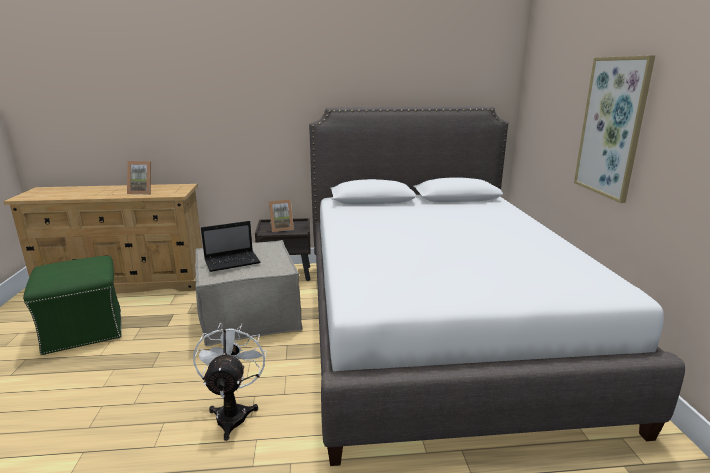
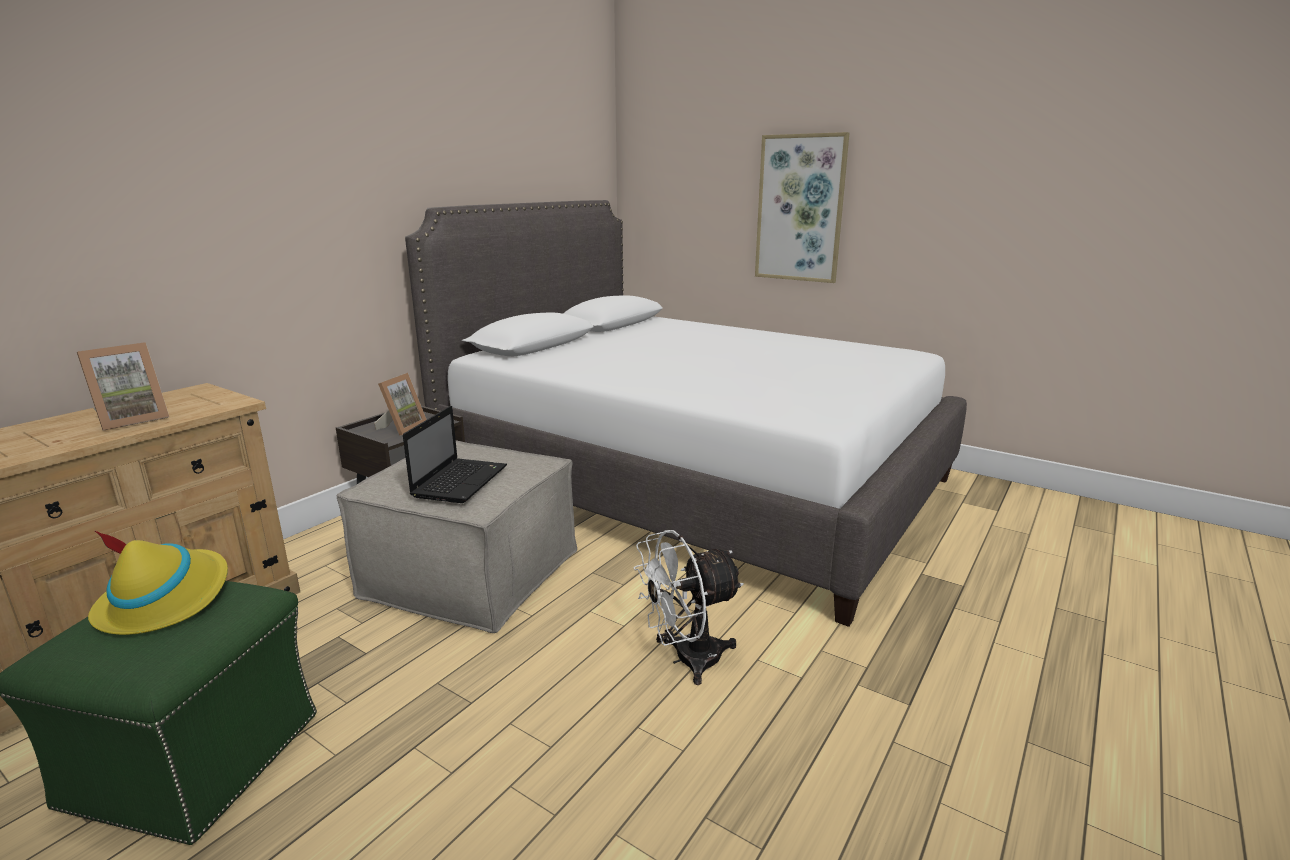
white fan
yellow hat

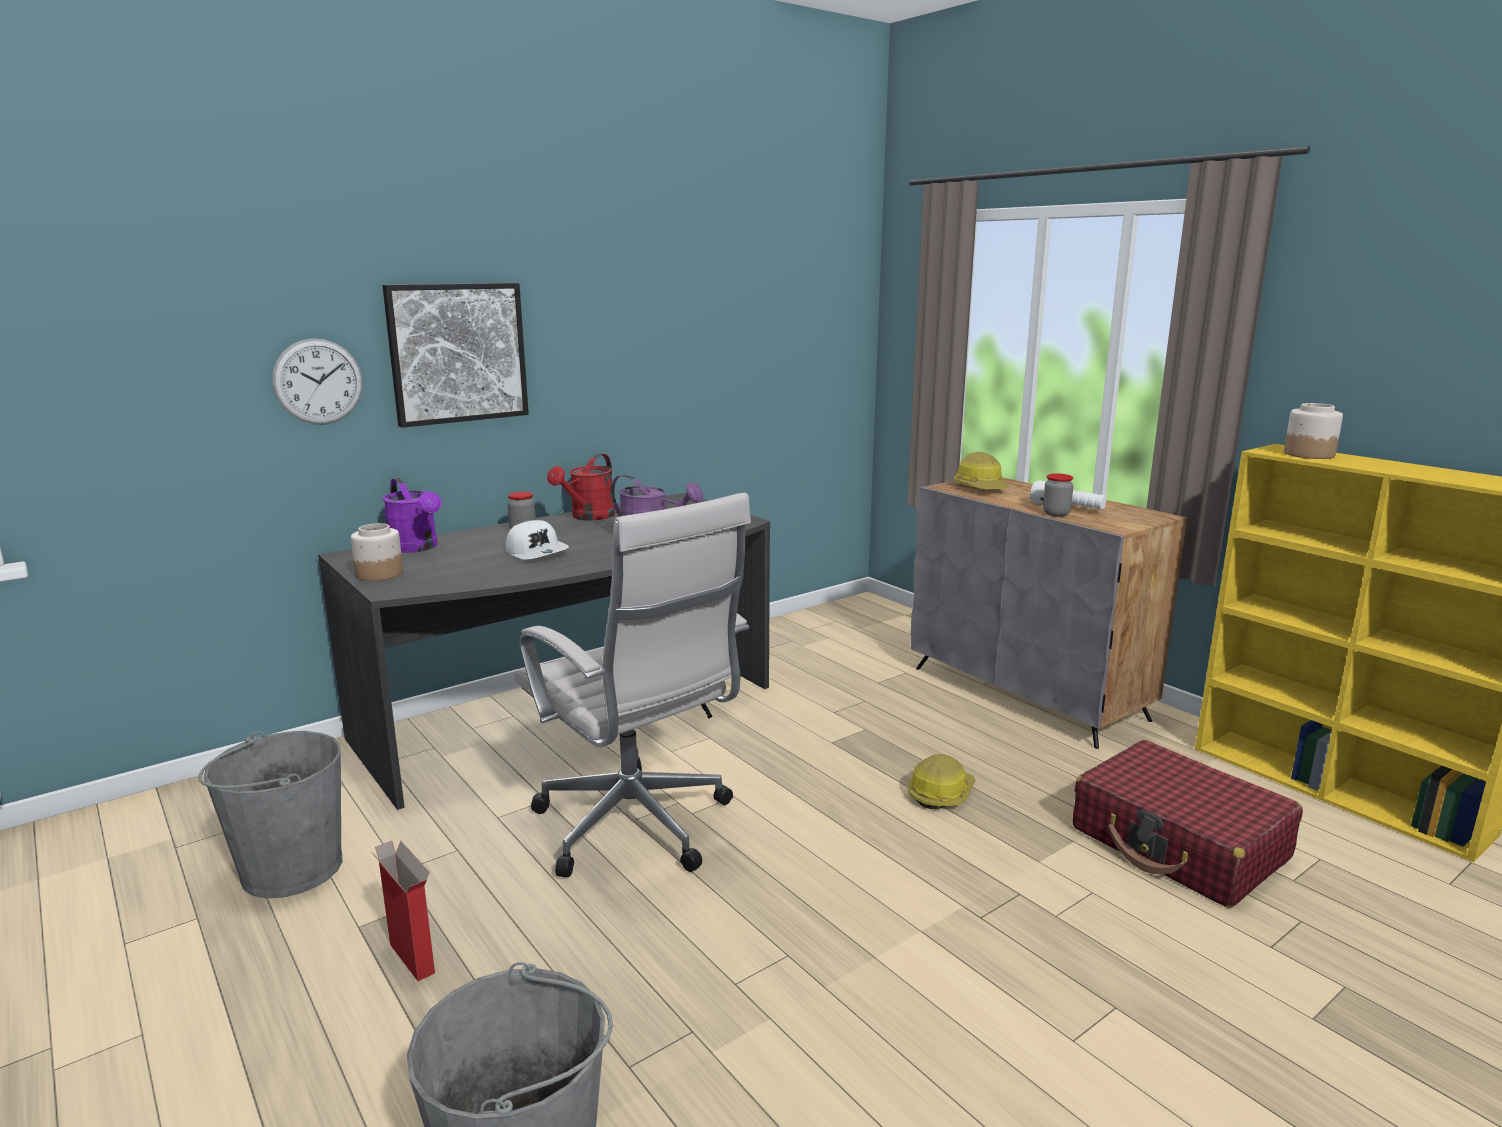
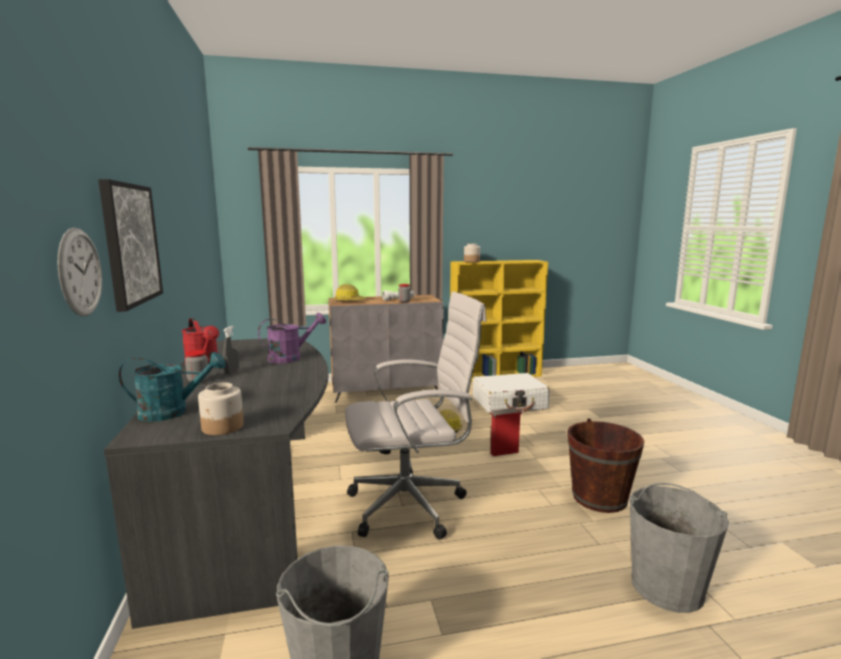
cardboard box
turquoise watering can
white cap
white suitcase
grey spray bottle
brown bucket

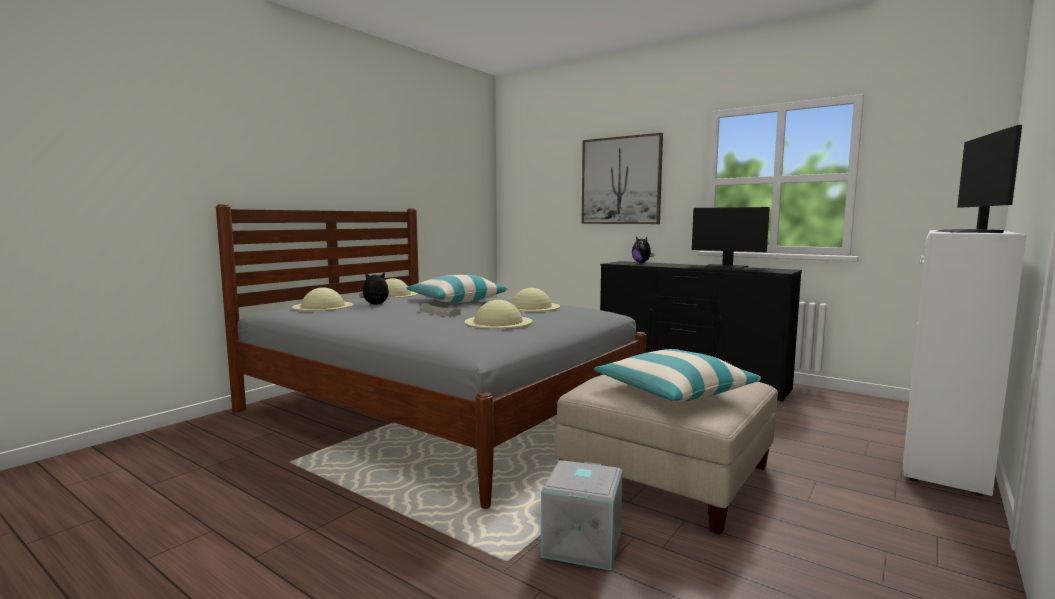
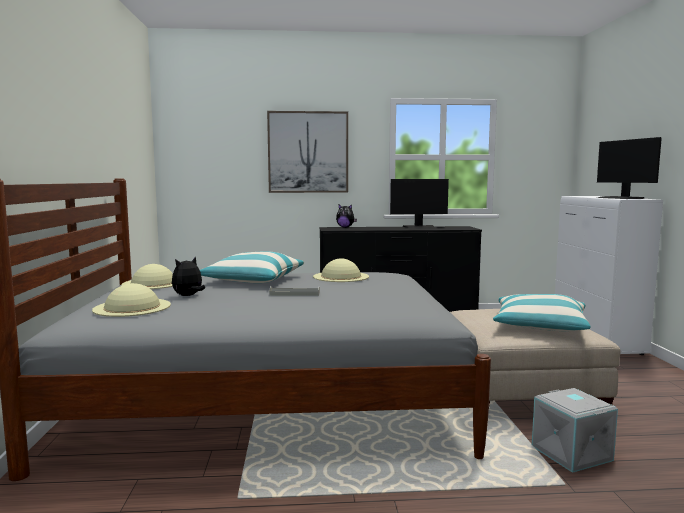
beige hat (3rd from left in the first image)

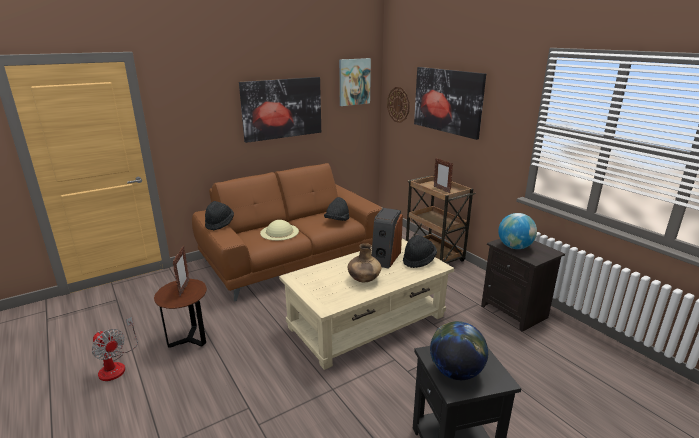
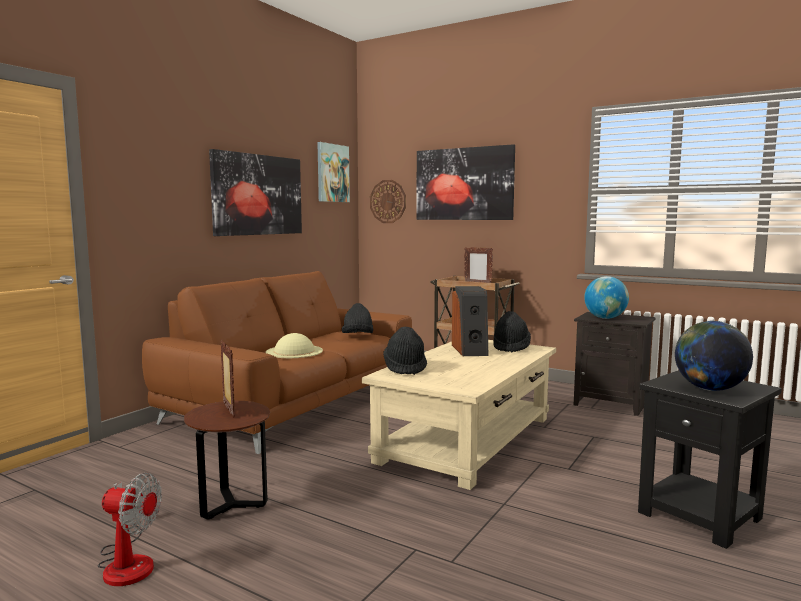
black hat (2nd from left)
brown vase

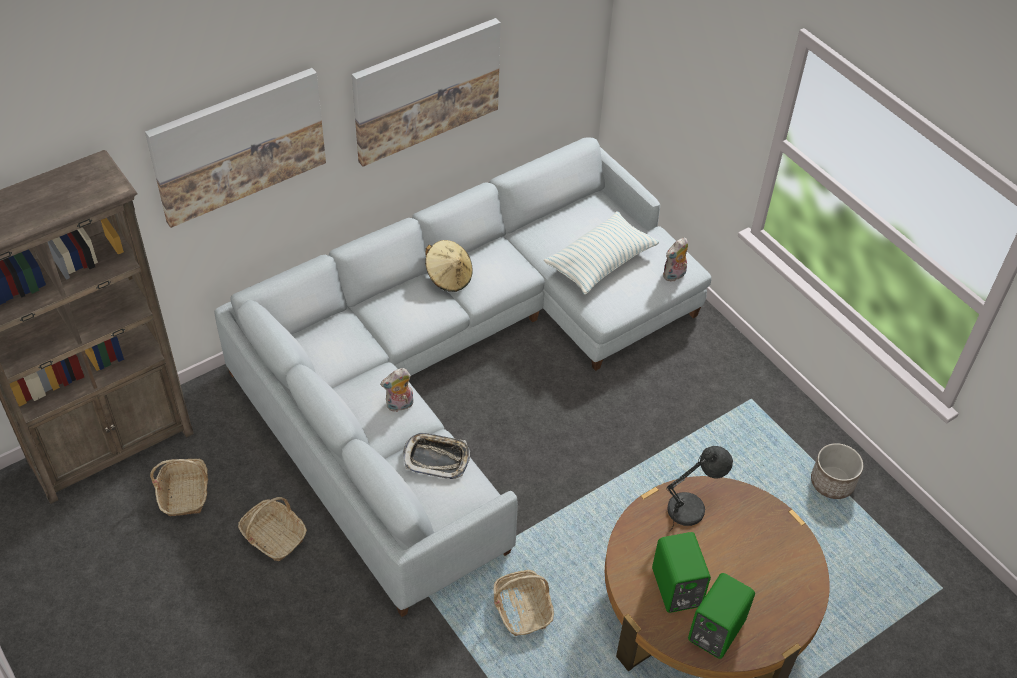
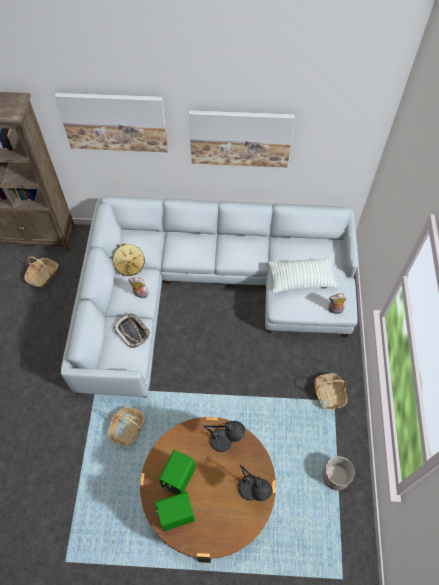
basket (3rd from left)
beige hat
grey table lamp (2nd from left)

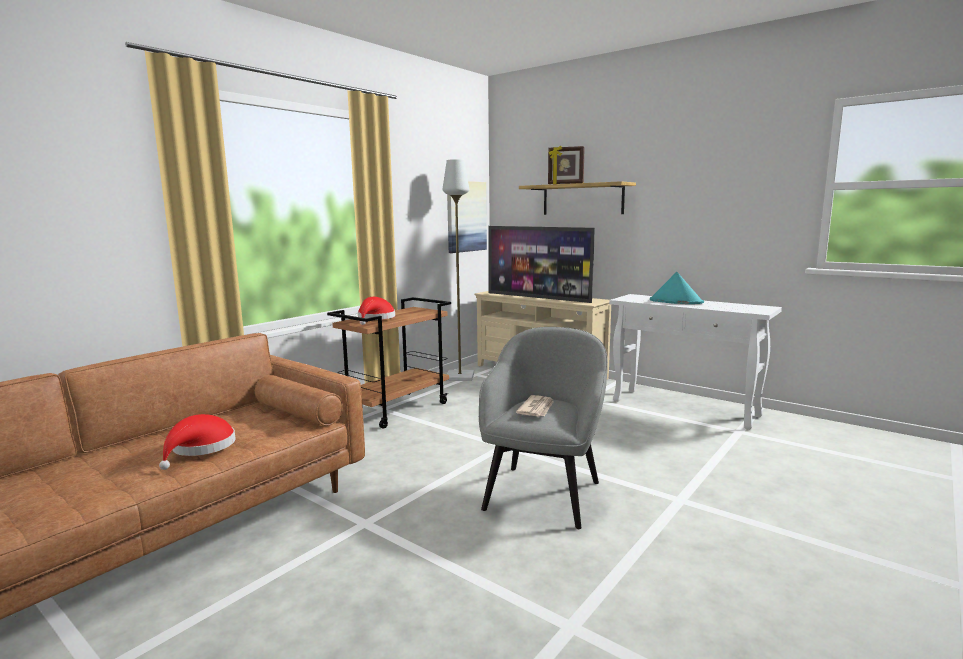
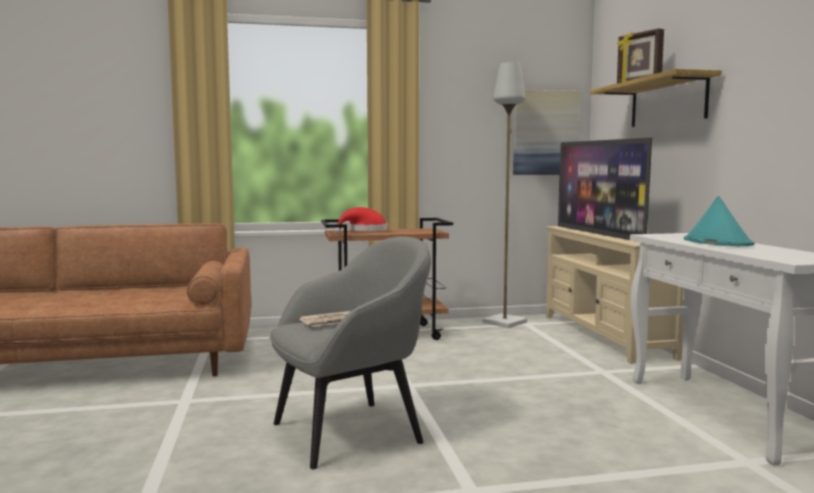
red hat (1st from left in the first image)

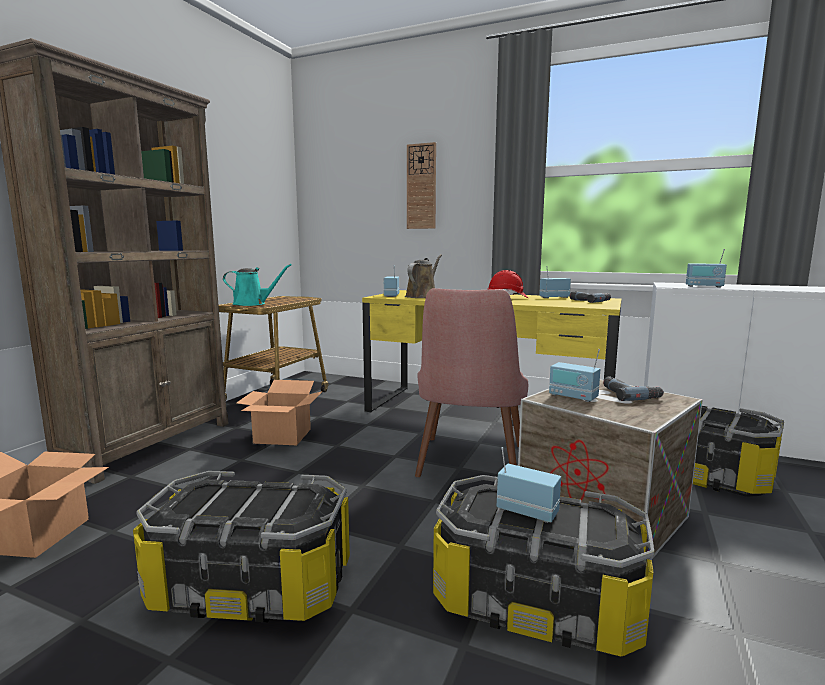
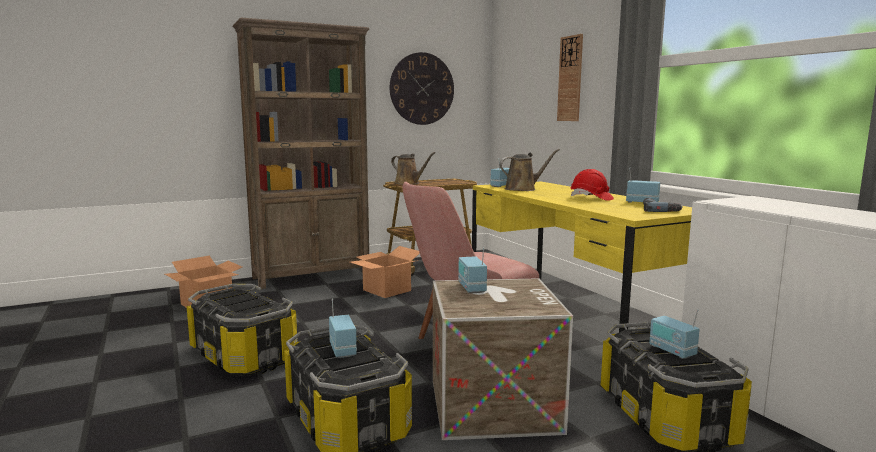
brown watering can (1st from left)
power drill (2nd from left in the first image)
radio (5th from left)
wall clock (1st from left)

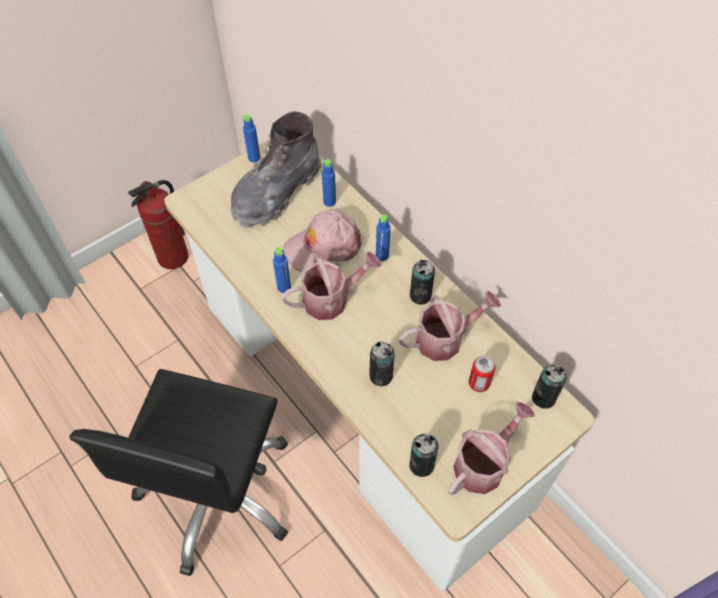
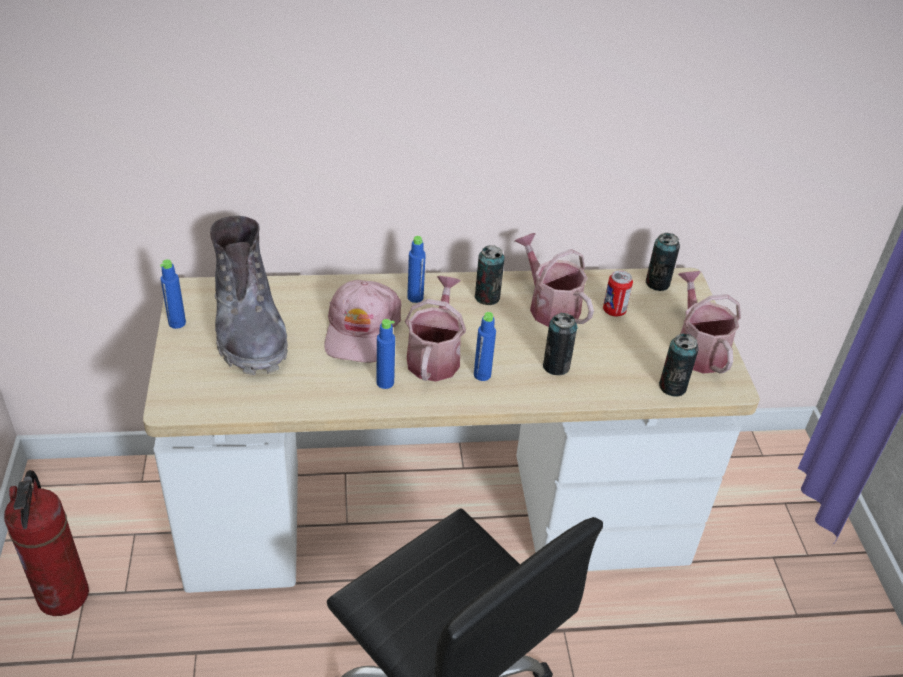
blue bottle (4th from left)
watering can (2nd from left)

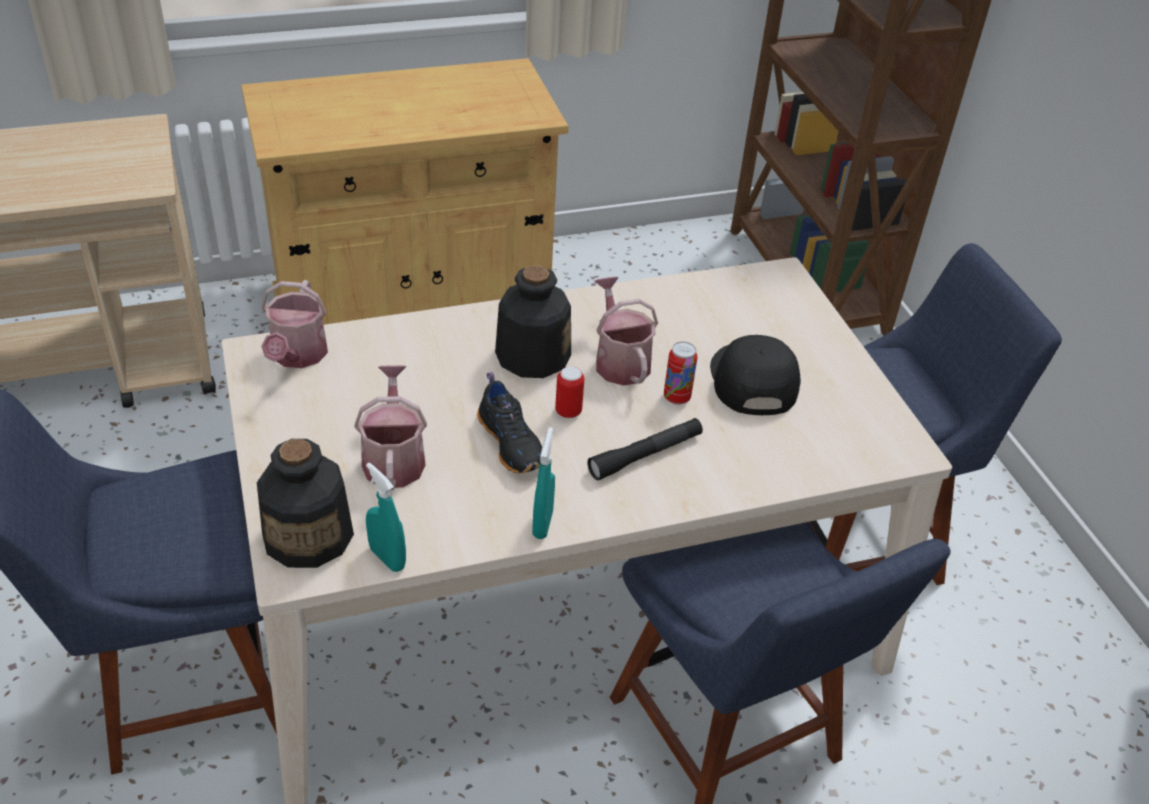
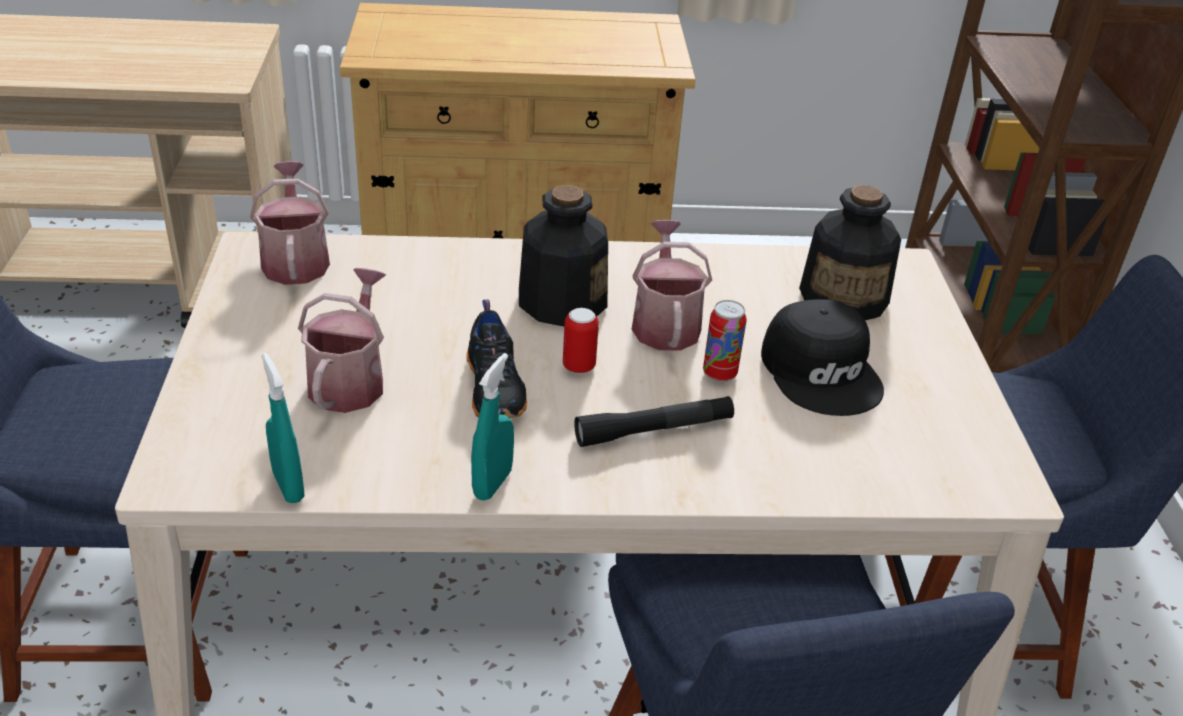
bottle (2nd from left)
watering can (1st from left)
black cap

